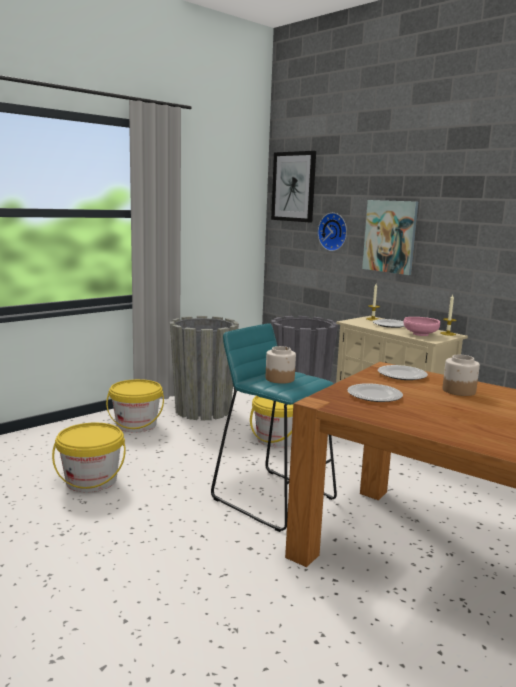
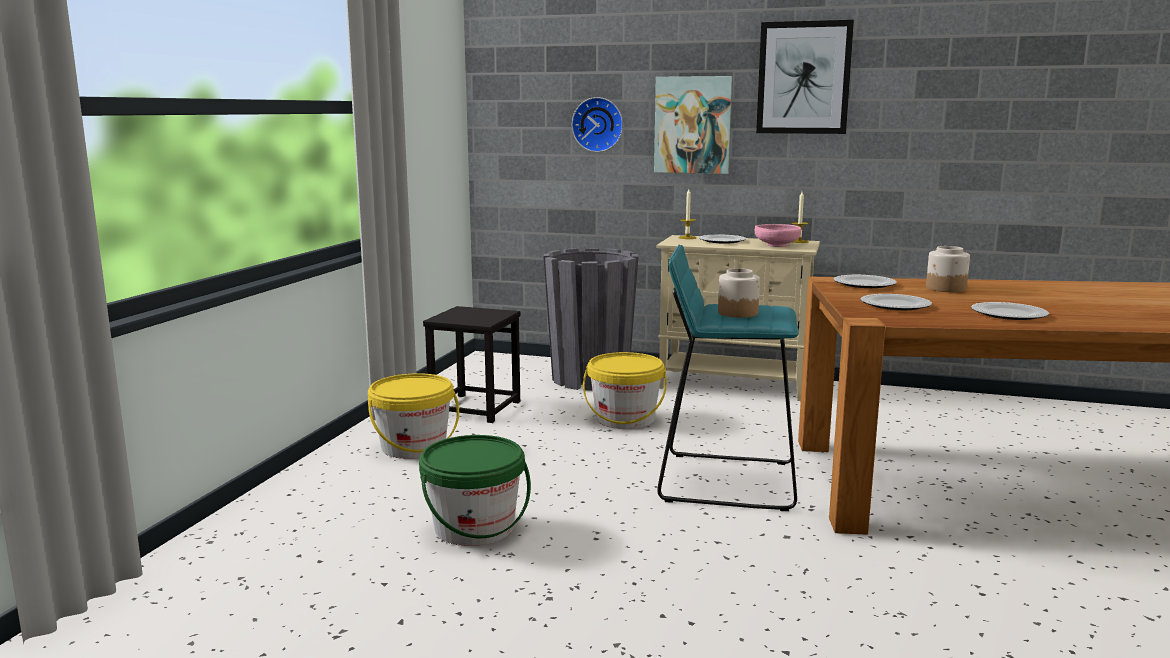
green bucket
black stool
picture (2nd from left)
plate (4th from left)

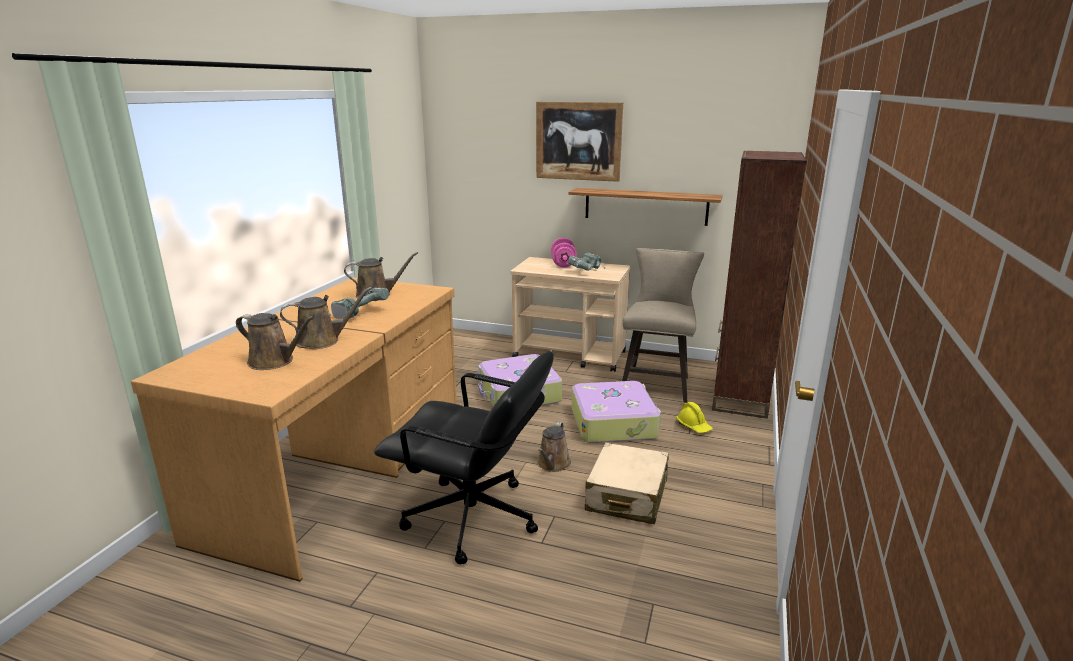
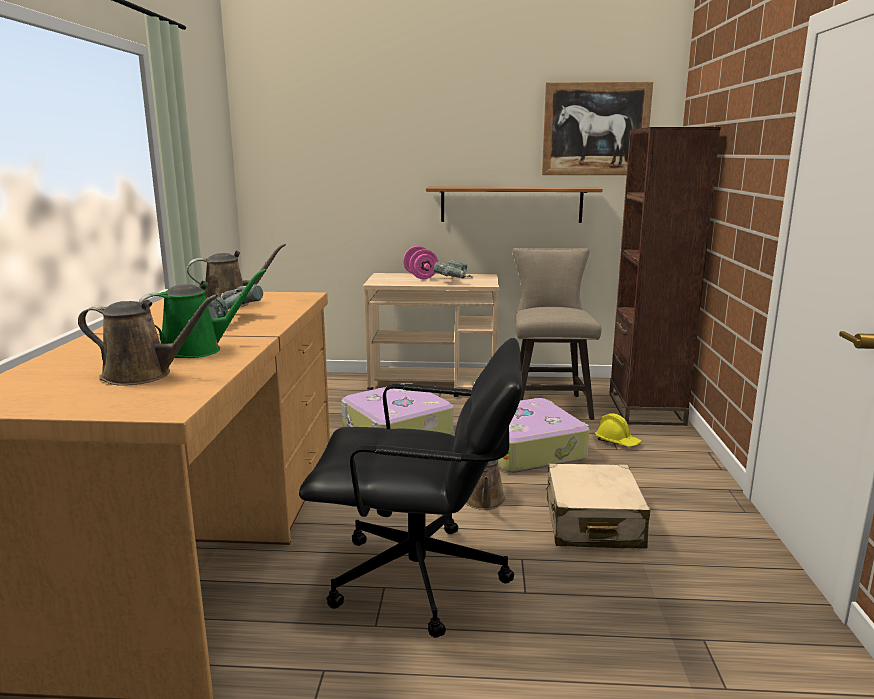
green watering can
picture

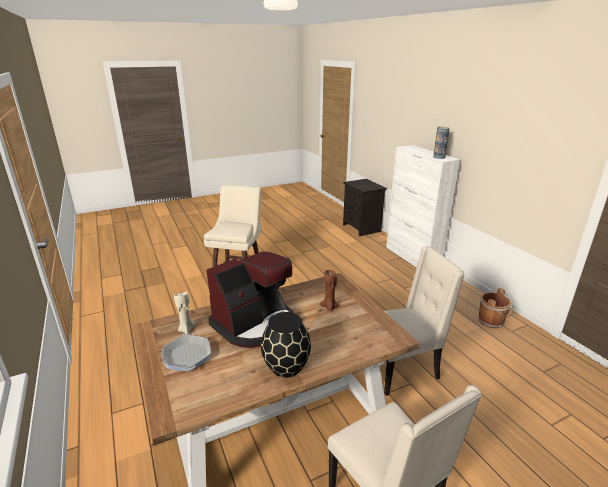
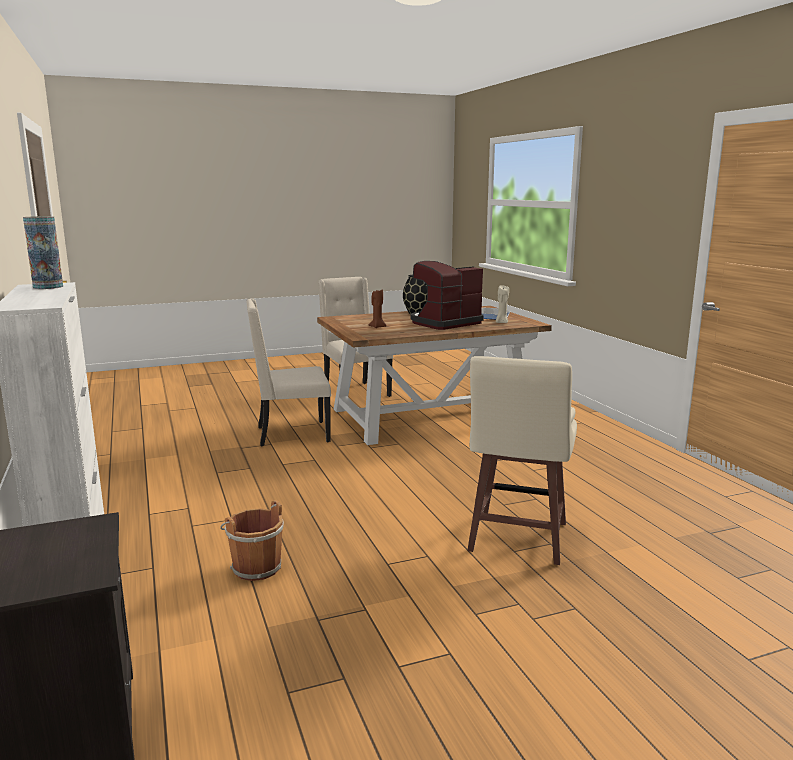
brown bucket

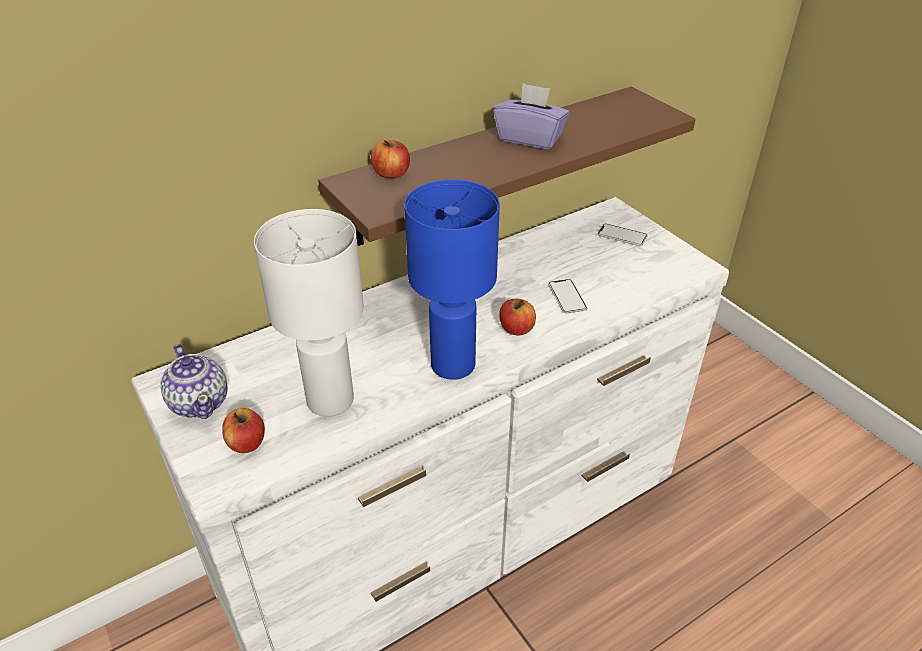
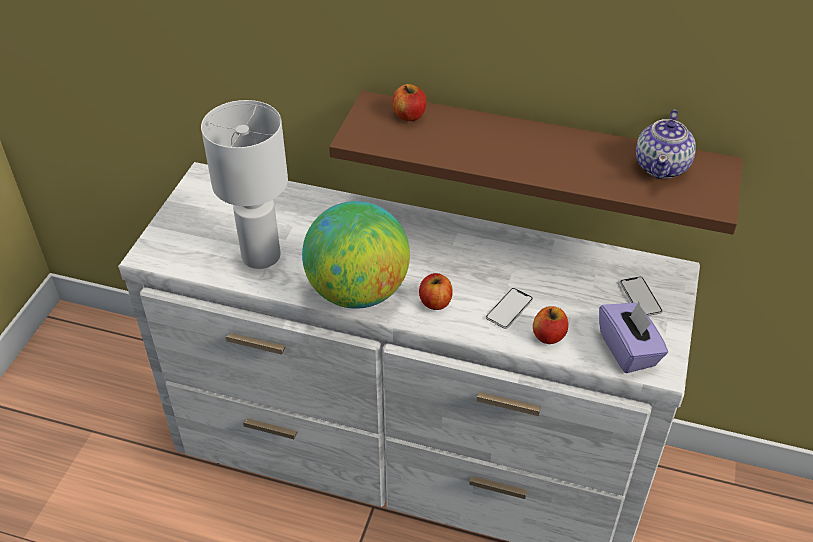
teapot
apple (3rd from left)
globe
purple tissue box

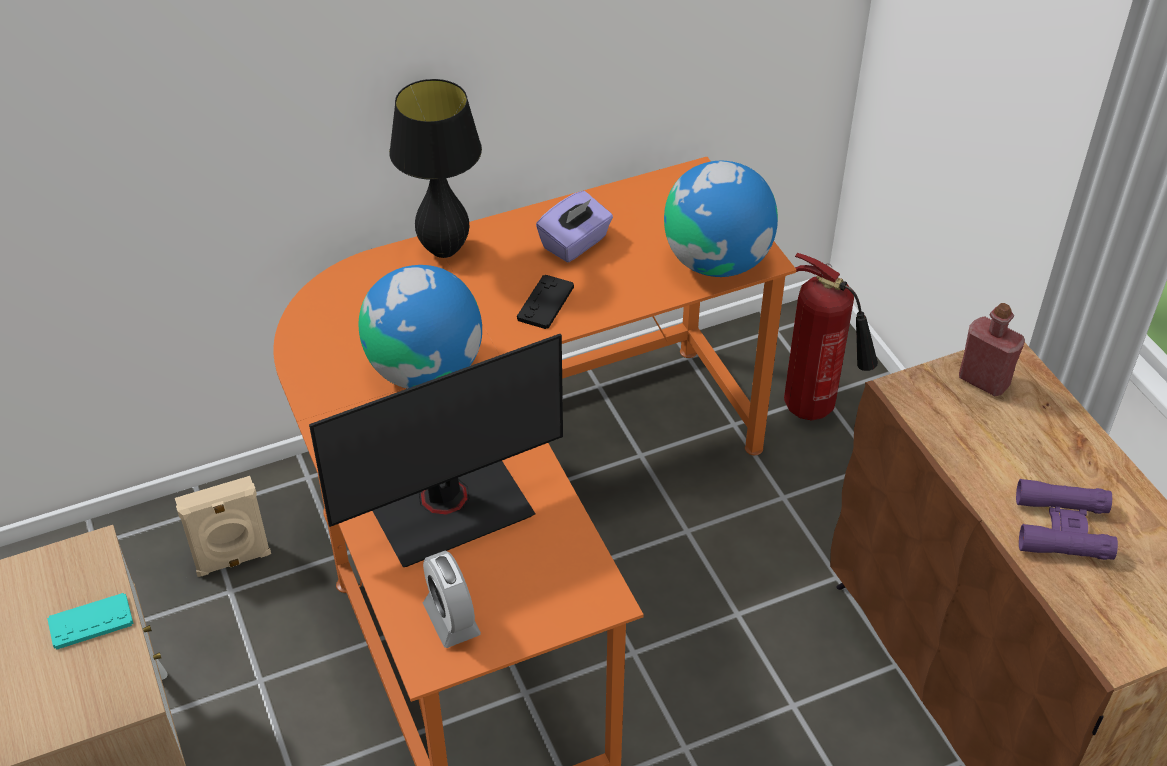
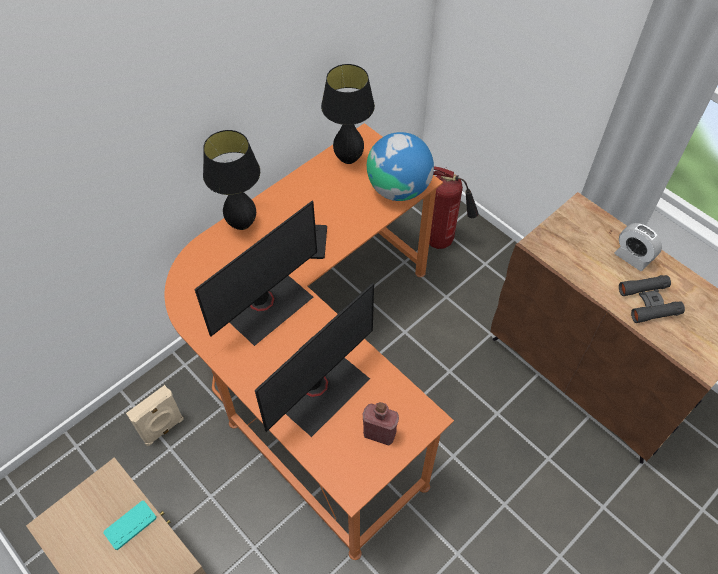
monitor (1st from left)
alarm clock
purple tissue box
red bottle
black binoculars
black table lamp (2nd from left)

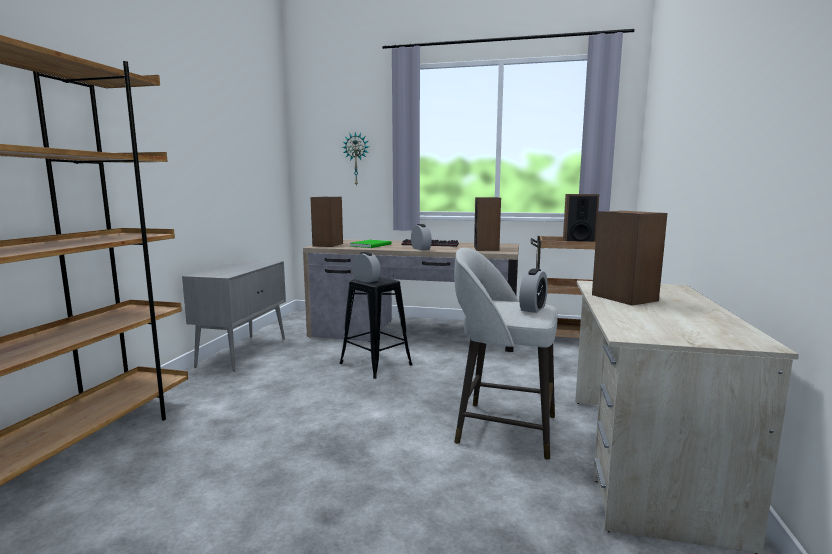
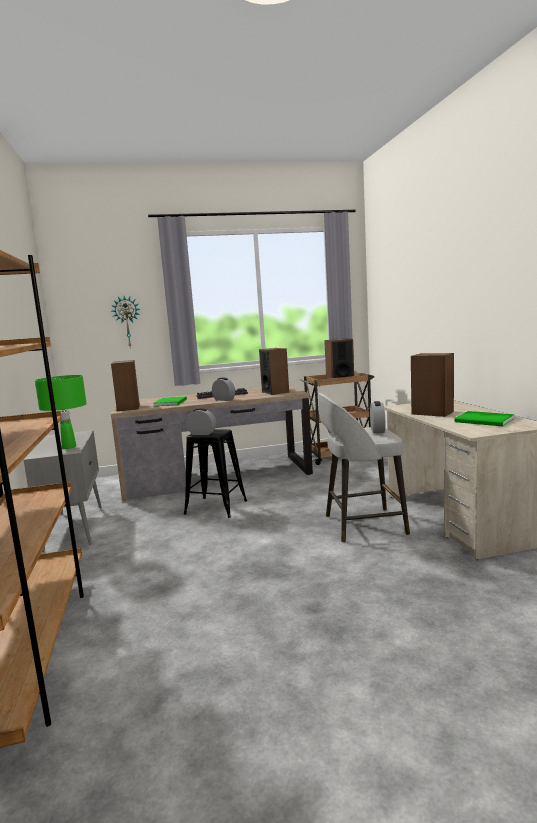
green table lamp
green book (2nd from left)

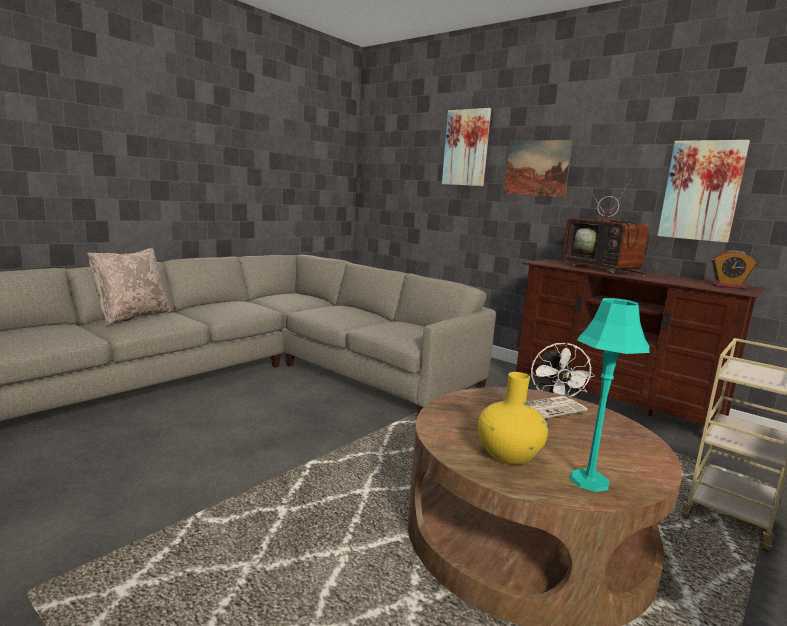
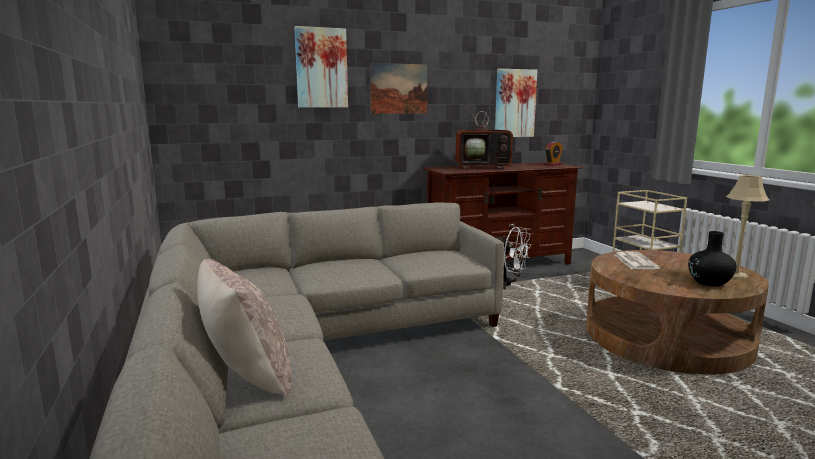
black vase
beige table lamp

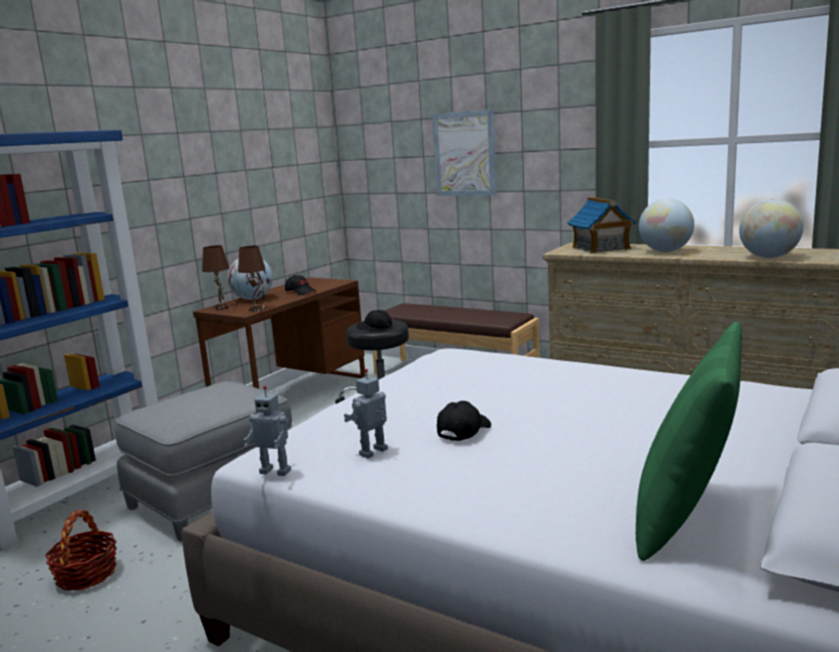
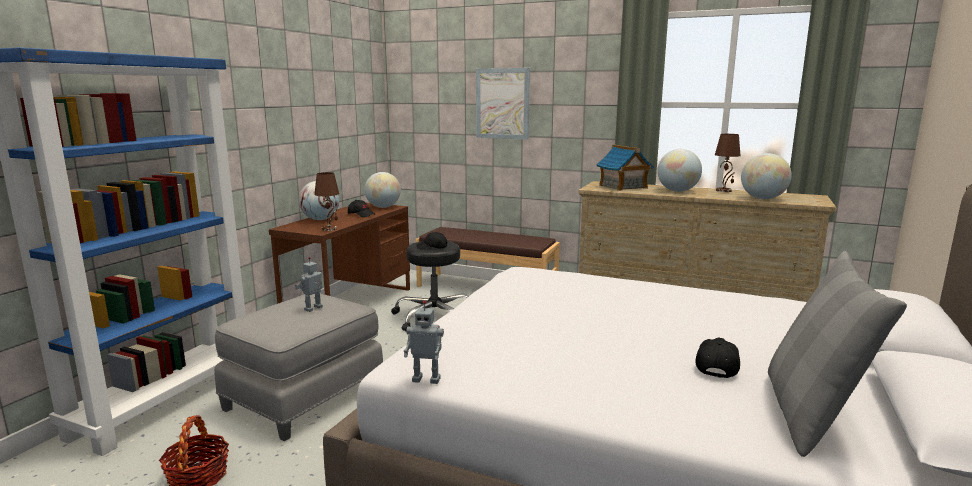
brown table lamp (2nd from left)
toy robot (1st from left)
black cap (3rd from left)
grey pillow
globe (2nd from left)

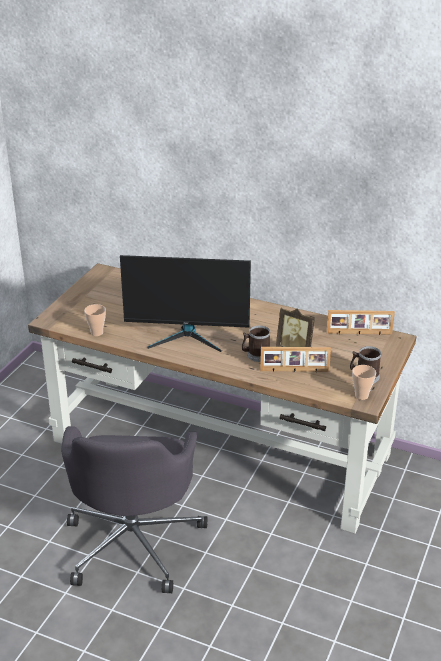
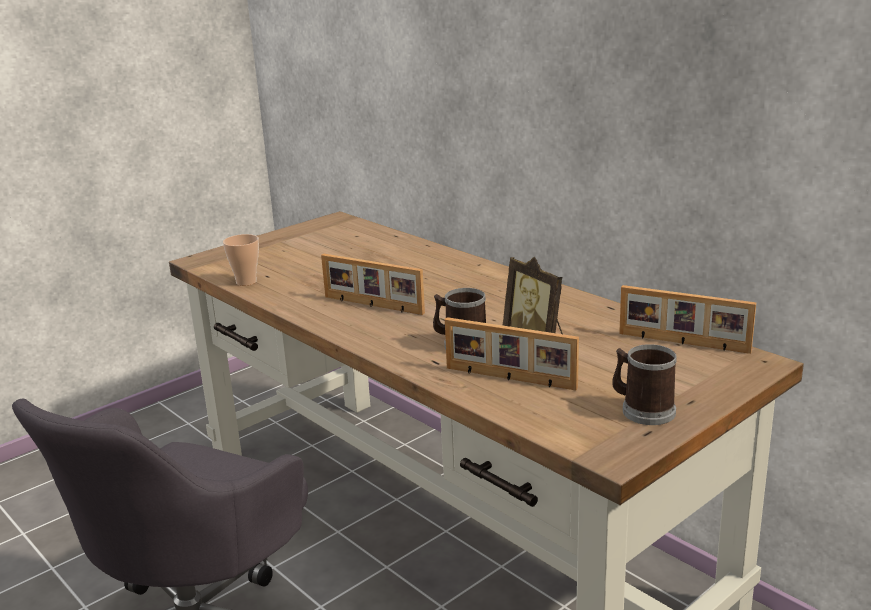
picture frame (1st from left)
cup (2nd from left in the first image)

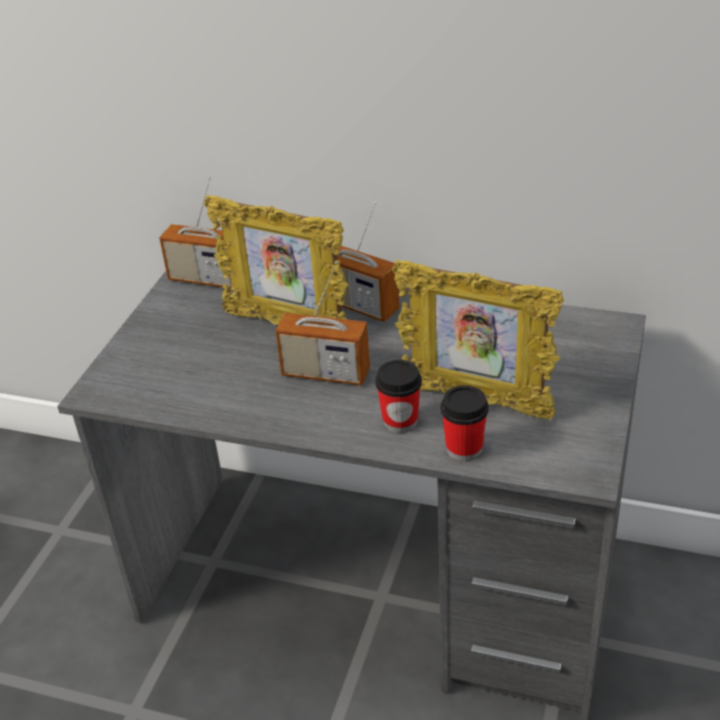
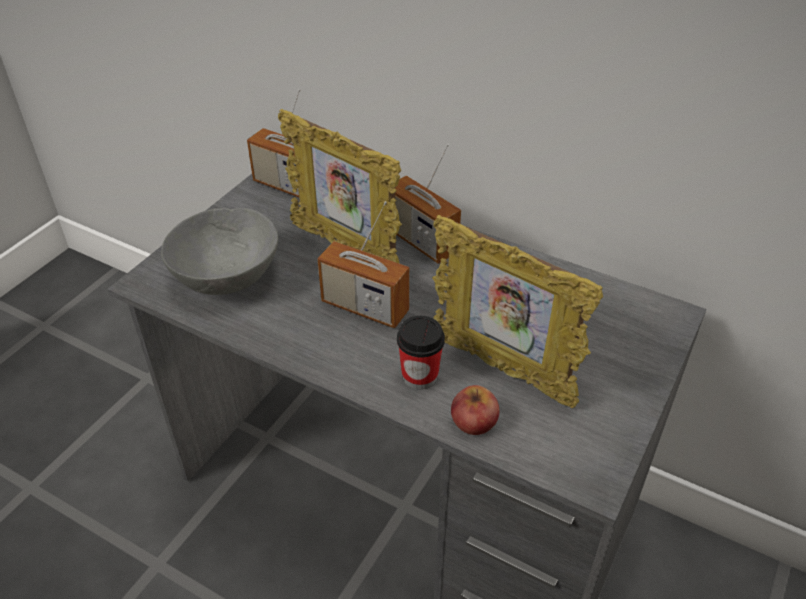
apple
grey bowl

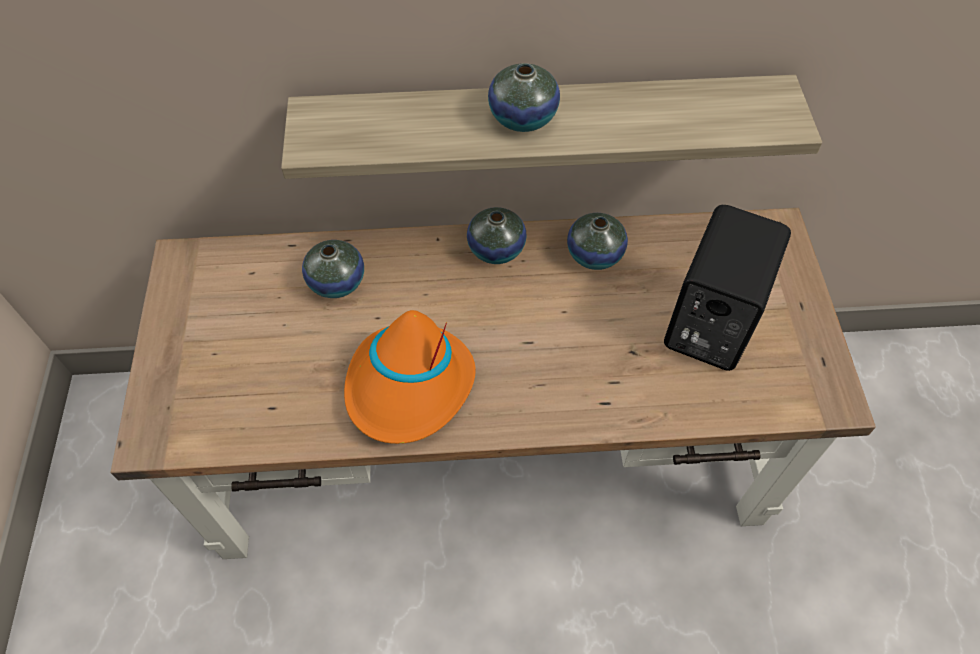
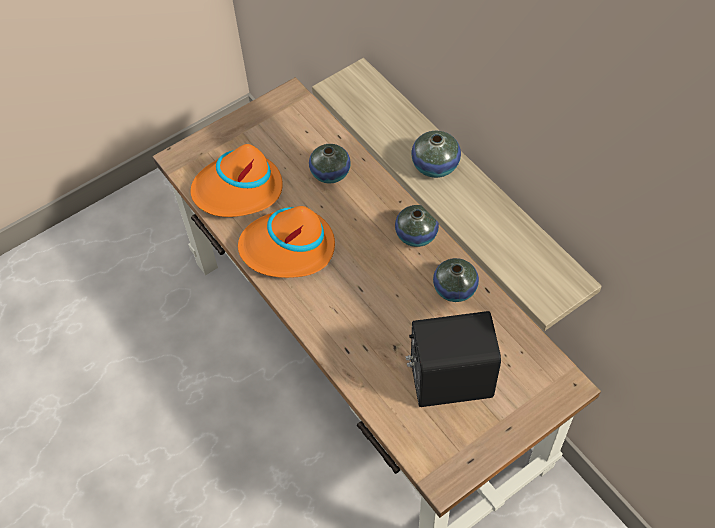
orange hat (1st from left)

